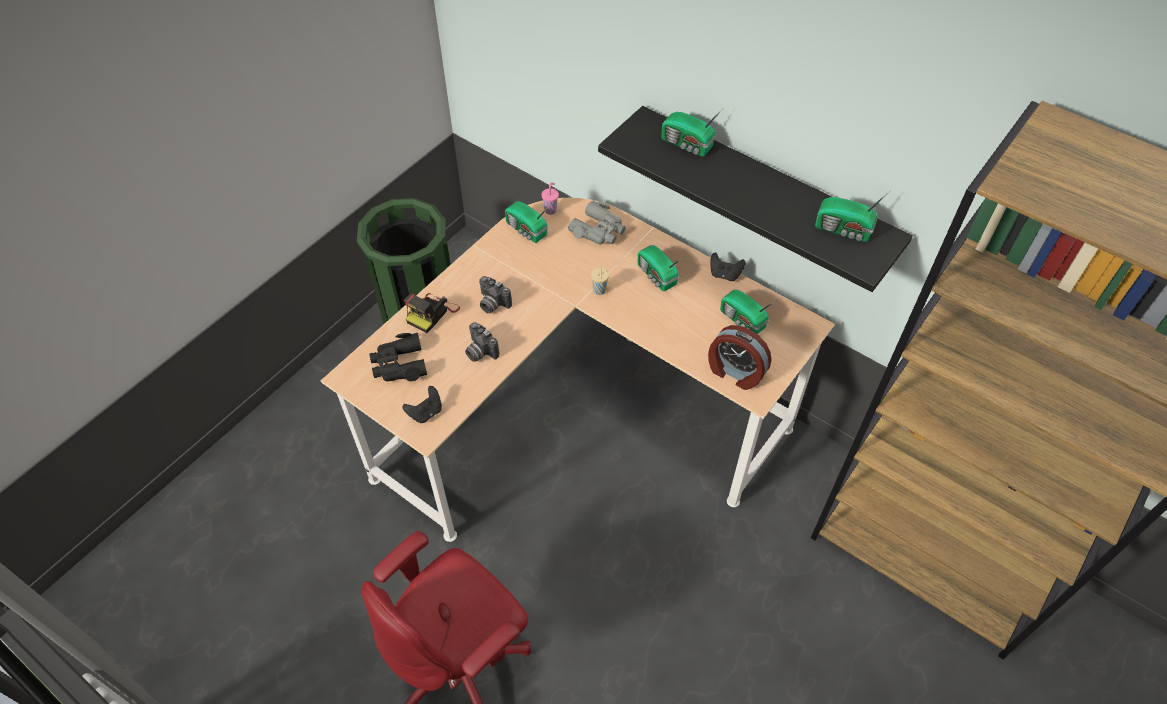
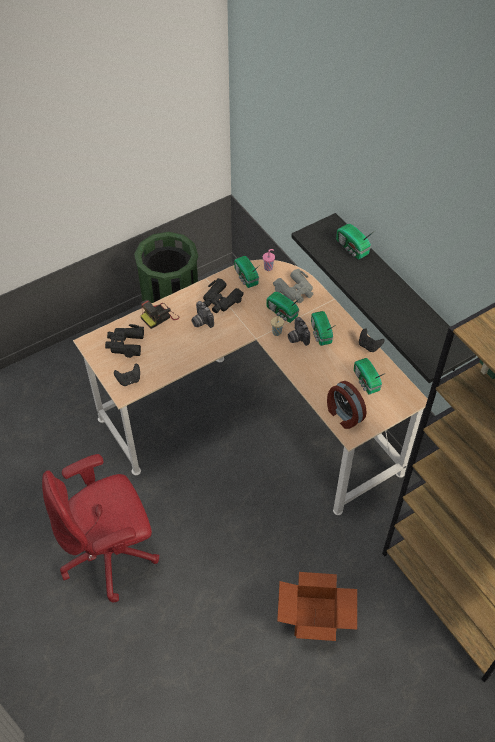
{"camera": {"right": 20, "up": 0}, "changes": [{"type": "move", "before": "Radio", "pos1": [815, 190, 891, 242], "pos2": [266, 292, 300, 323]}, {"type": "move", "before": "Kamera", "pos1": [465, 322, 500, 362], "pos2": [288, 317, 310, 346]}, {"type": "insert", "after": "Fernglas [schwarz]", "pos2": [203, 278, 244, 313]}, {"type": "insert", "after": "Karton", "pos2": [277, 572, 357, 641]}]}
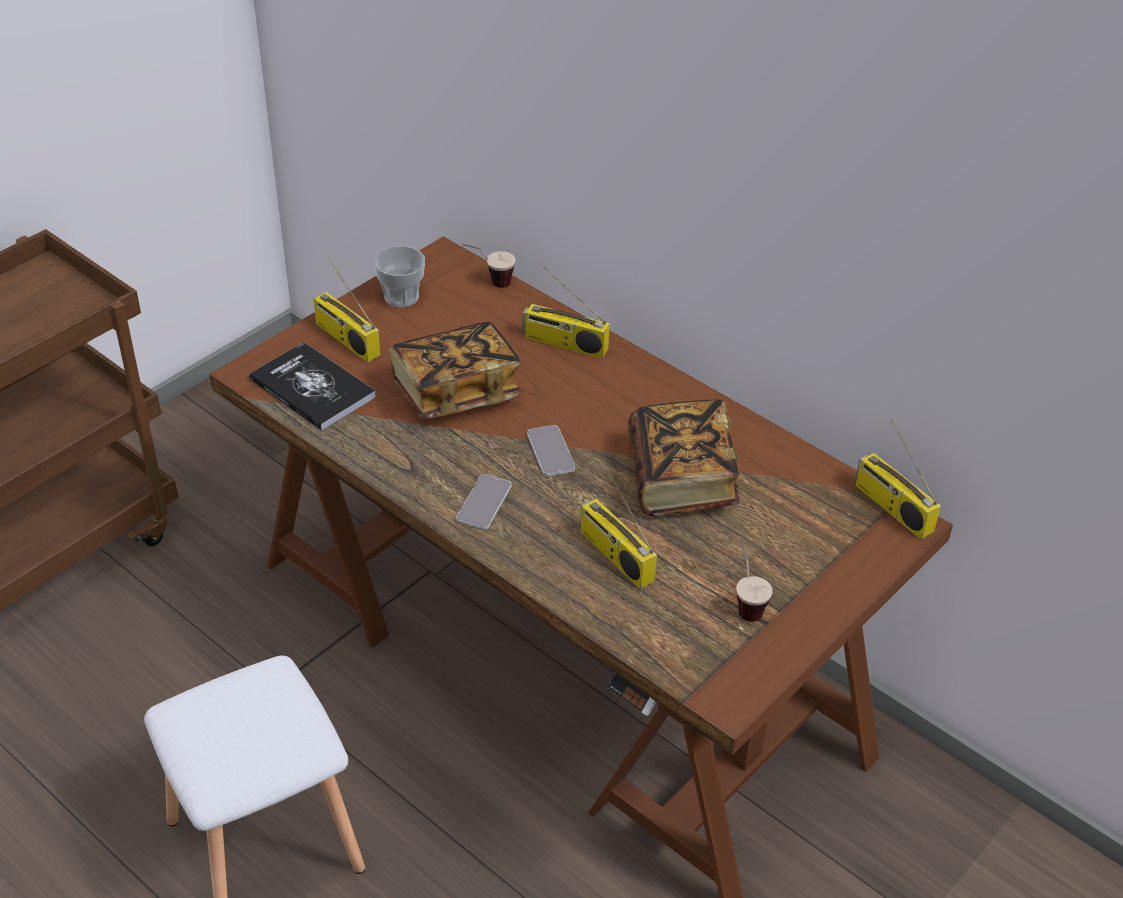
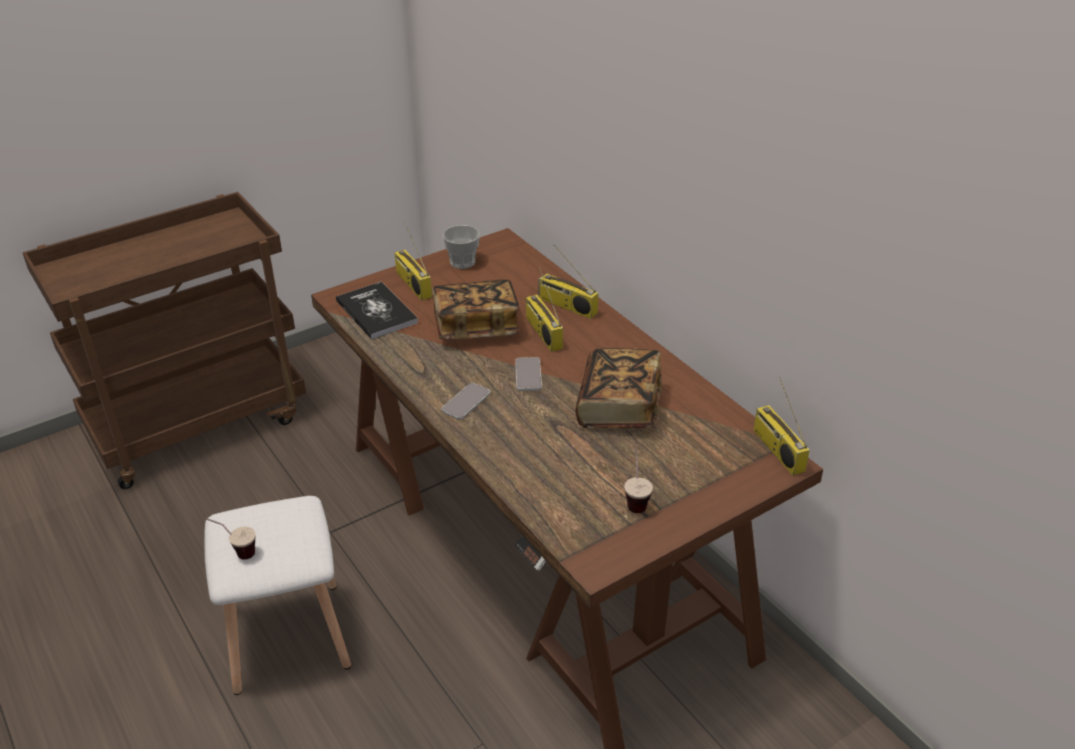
{"camera": {"right": 15, "up": -5}, "changes": [{"type": "move", "before": "Tasse", "pos1": [462, 244, 516, 288], "pos2": [206, 518, 255, 560]}, {"type": "move", "before": "Radio", "pos1": [580, 466, 657, 589], "pos2": [526, 267, 563, 352]}]}
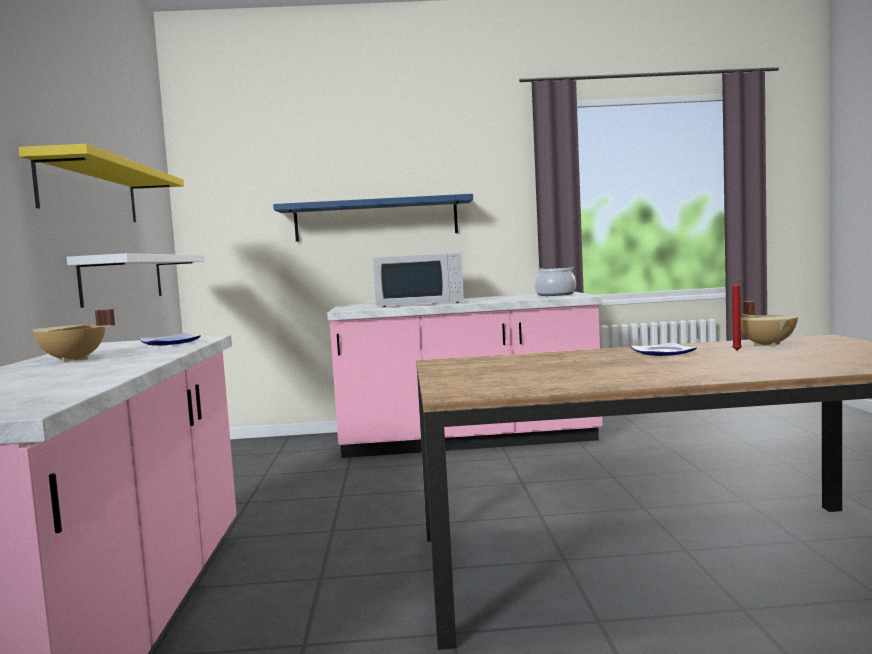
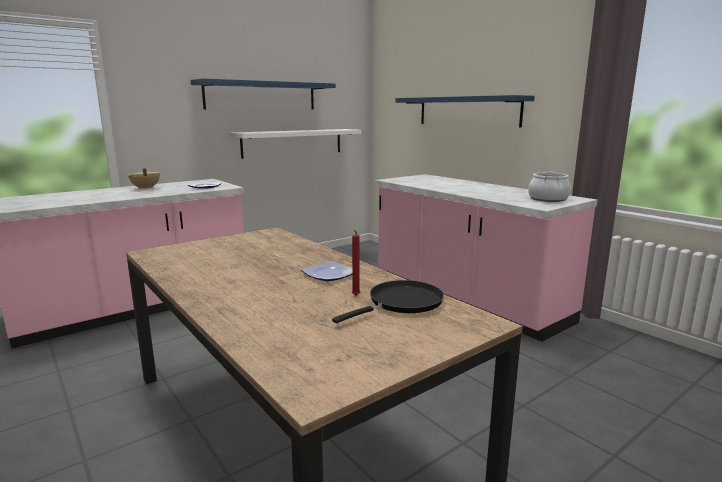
{"camera": {"right": 55, "up": 10}, "changes": [{"type": "recolor", "before": "Wandregal [gelb]", "after": "Wandregal [blau]", "pos1": [18, 144, 184, 222], "pos2": [191, 78, 336, 110]}, {"type": "delete", "before": "Mikrowelle [weiß]", "pos1": [373, 253, 464, 307]}, {"type": "replace", "before": "Kochtopf [beige]", "after": "Pfanne [schwarz]", "pos1": [741, 301, 798, 347], "pos2": [332, 280, 444, 323]}]}
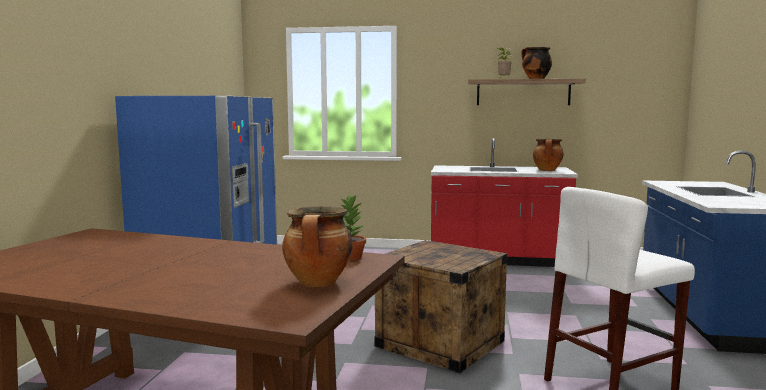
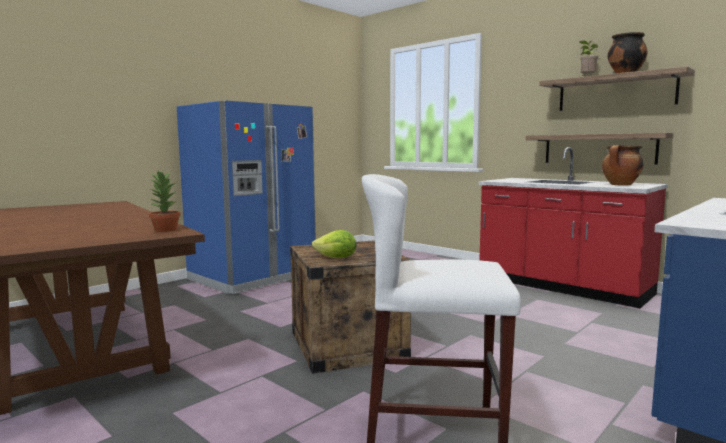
{"camera": {"right": 35, "up": 0}, "changes": [{"type": "delete", "before": "Kochtopf", "pos1": [282, 206, 352, 287]}, {"type": "insert", "after": "Wandregal", "pos2": [526, 133, 674, 165]}, {"type": "insert", "after": "Salatkopf", "pos2": [312, 230, 356, 258]}]}
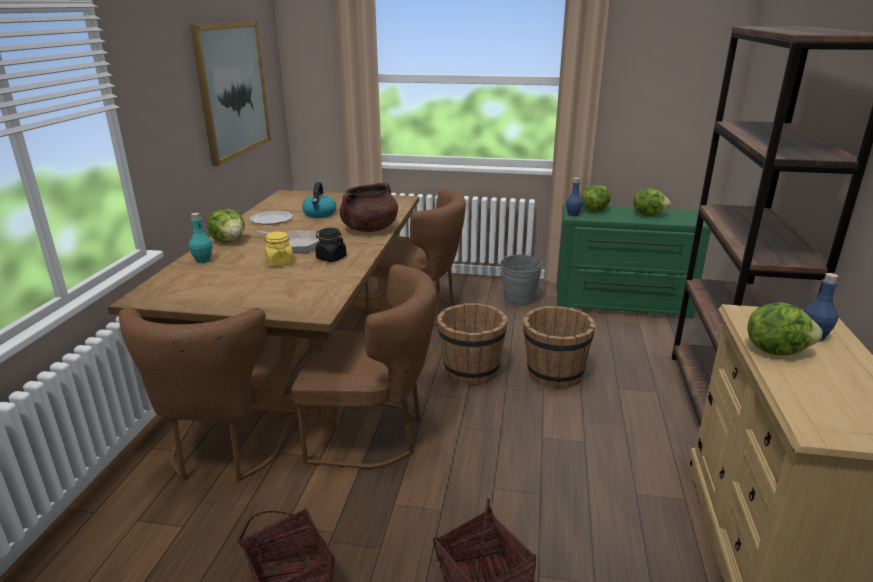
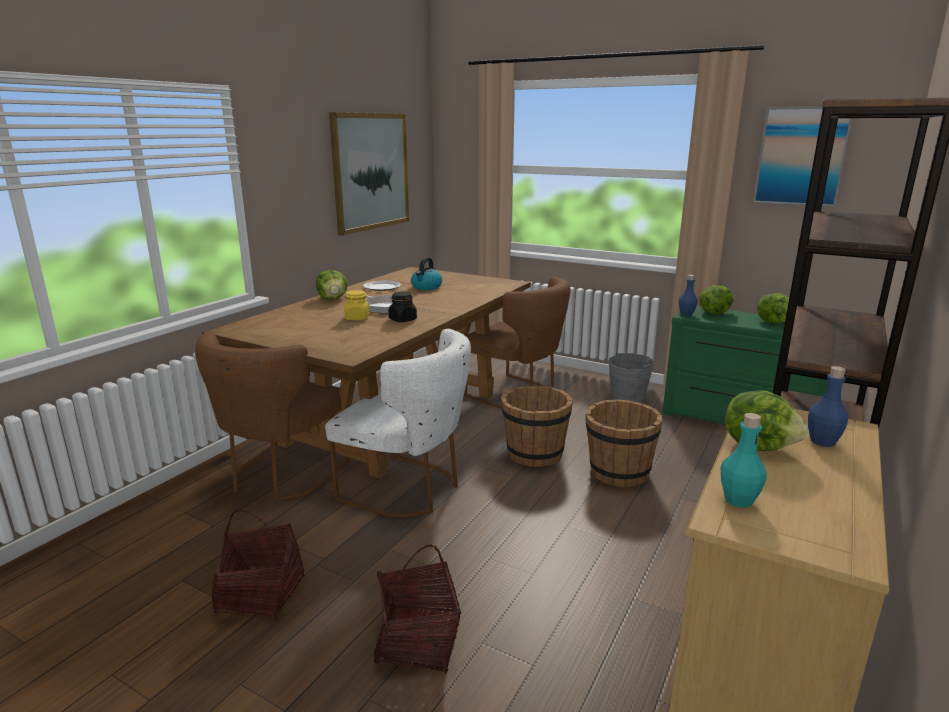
{"camera": {"right": 20, "up": -5}, "changes": [{"type": "delete", "before": "Kochtopf [braun]", "pos1": [340, 182, 398, 232]}, {"type": "move", "before": "Flasche [türkis]", "pos1": [189, 213, 212, 263], "pos2": [720, 413, 767, 508]}, {"type": "recolor", "before": "Stuhl [braun]", "after": "Stuhl [weiß]", "pos1": [292, 264, 437, 469], "pos2": [325, 329, 471, 517]}, {"type": "insert", "after": "Bild", "pos2": [753, 106, 852, 207]}]}
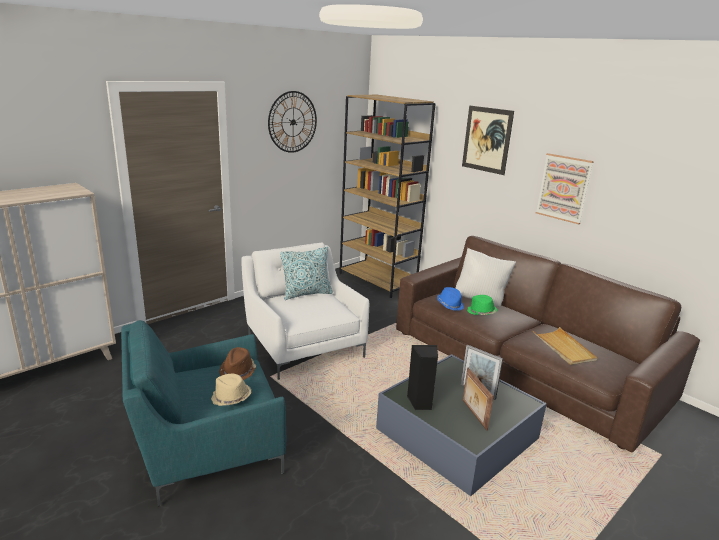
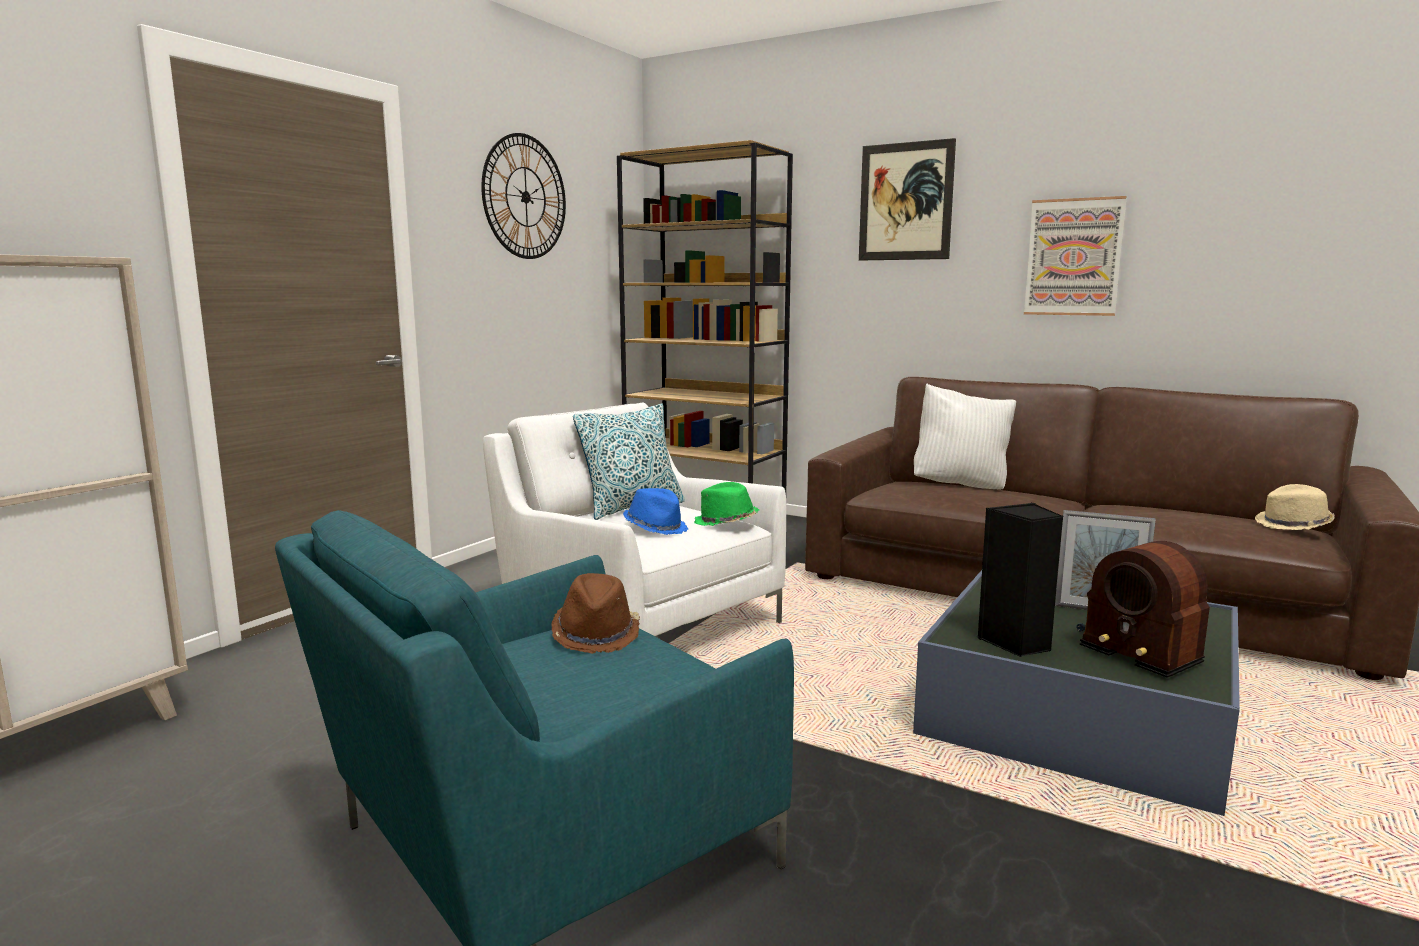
{"camera": {"right": -15, "up": -10}, "changes": [{"type": "move", "before": "Hut [blau]", "pos1": [437, 287, 464, 311], "pos2": [623, 488, 688, 535]}, {"type": "move", "before": "Hut [grün]", "pos1": [467, 295, 497, 315], "pos2": [694, 482, 759, 526]}, {"type": "delete", "before": "Tablett [beige]", "pos1": [533, 327, 597, 365]}, {"type": "replace", "before": "Bilderrahmen", "after": "Radio", "pos1": [463, 368, 494, 431], "pos2": [1076, 541, 1210, 678]}, {"type": "move", "before": "Hut [beige]", "pos1": [211, 374, 251, 406], "pos2": [1255, 484, 1335, 530]}]}
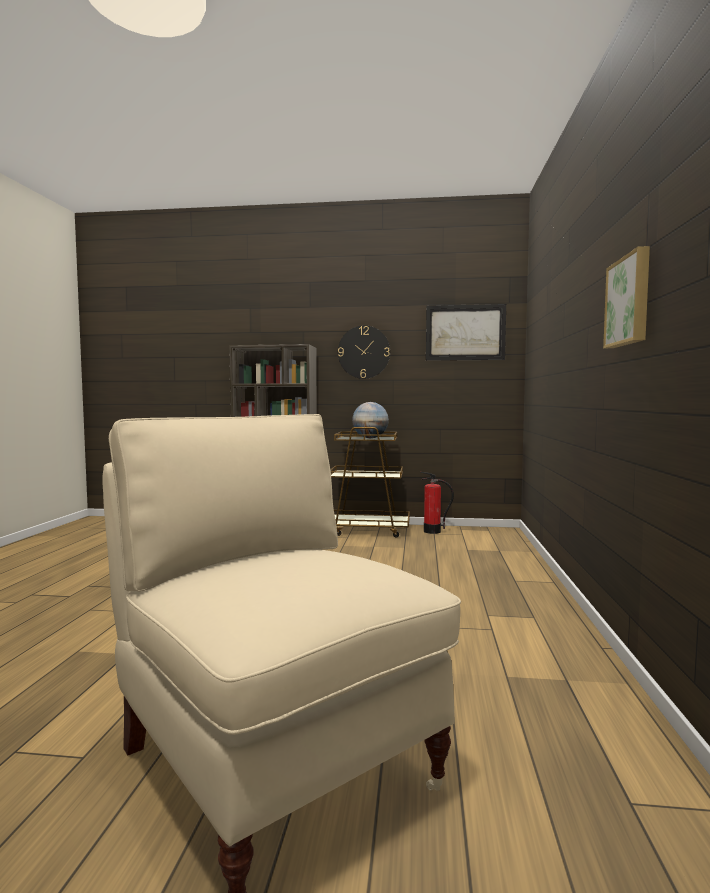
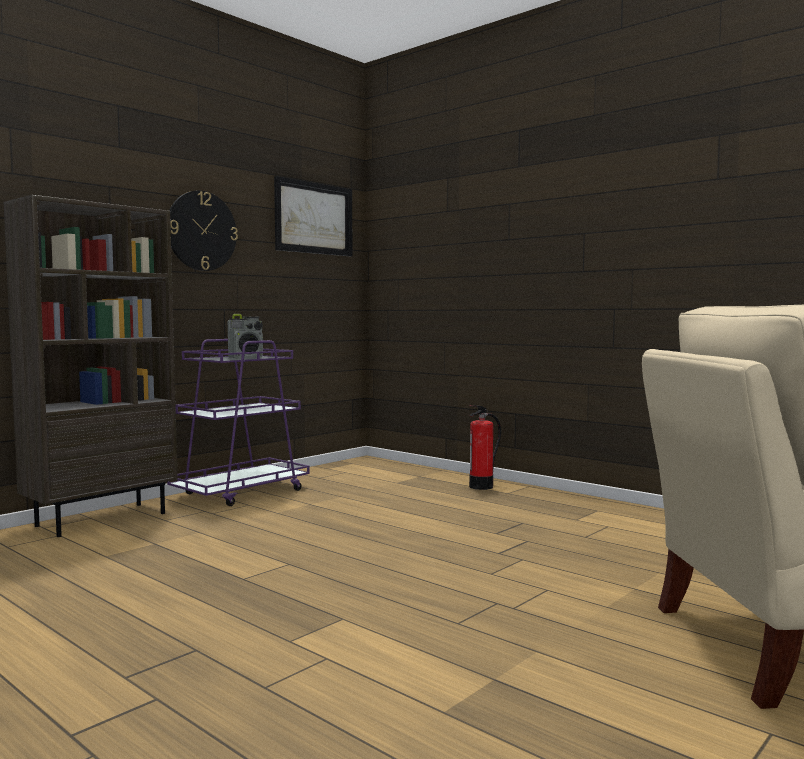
{"camera": {"right": -55, "up": 0}, "changes": [{"type": "delete", "before": "Bild", "pos1": [603, 246, 650, 348]}, {"type": "replace", "before": "Globus", "after": "Radio", "pos1": [352, 402, 389, 438], "pos2": [228, 314, 263, 359]}, {"type": "recolor", "before": "Rollwagen [braun]", "after": "Rollwagen [lila]", "pos1": [330, 427, 410, 538], "pos2": [167, 339, 310, 506]}, {"type": "move", "before": "Feuerlöscher", "pos1": [420, 472, 454, 534], "pos2": [468, 405, 501, 490]}]}
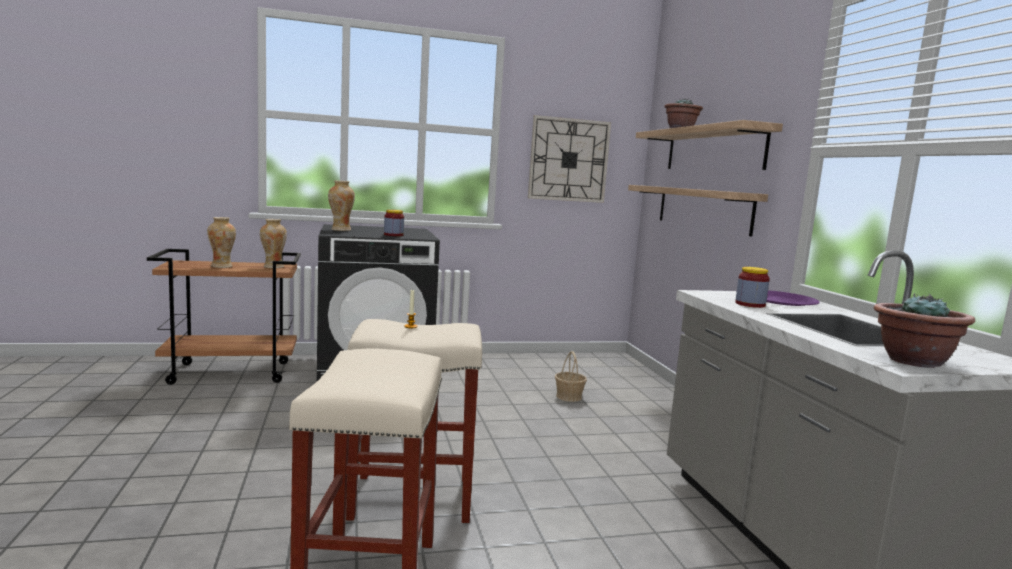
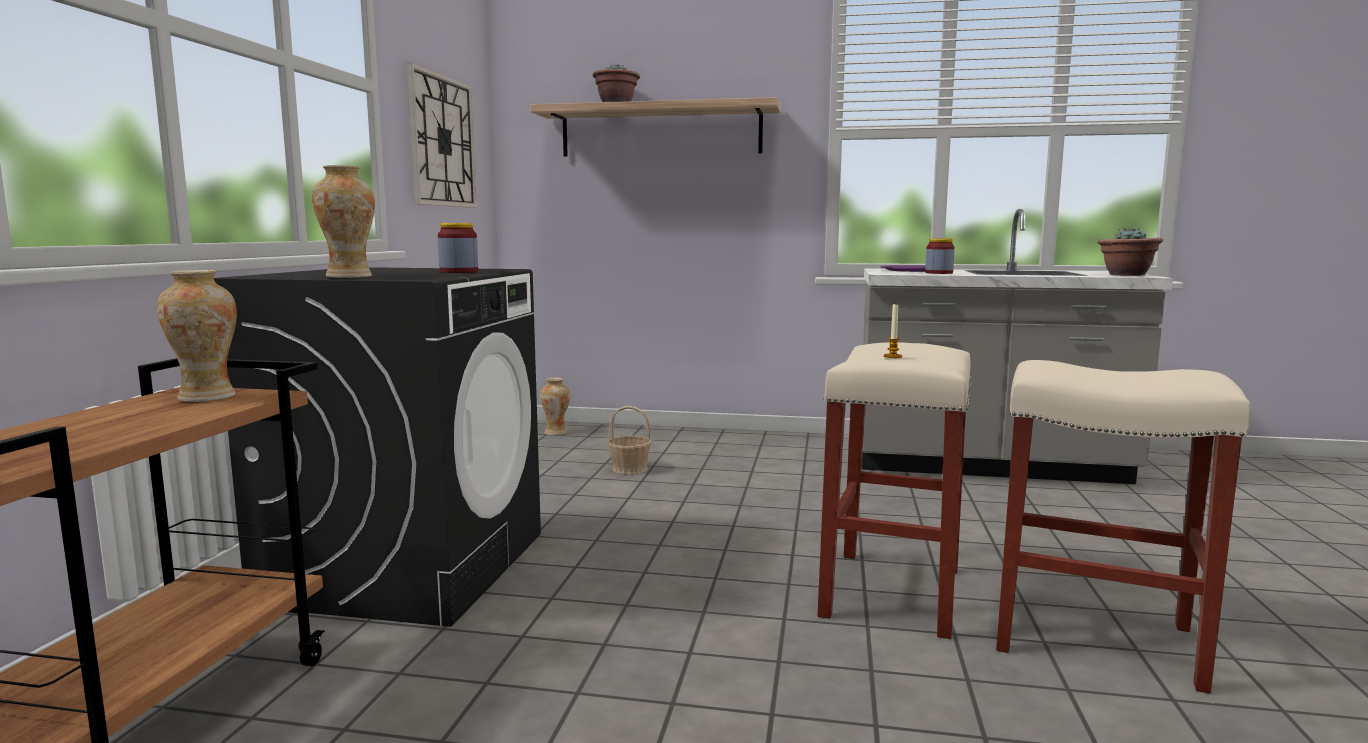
{"camera": {"right": -65, "up": 0}, "changes": [{"type": "delete", "before": "Wandregal", "pos1": [628, 185, 768, 237]}, {"type": "move", "before": "Vase", "pos1": [207, 217, 236, 268], "pos2": [540, 377, 570, 435]}]}
